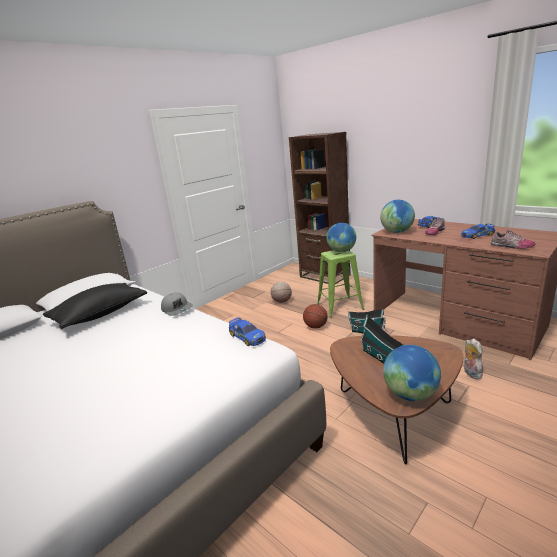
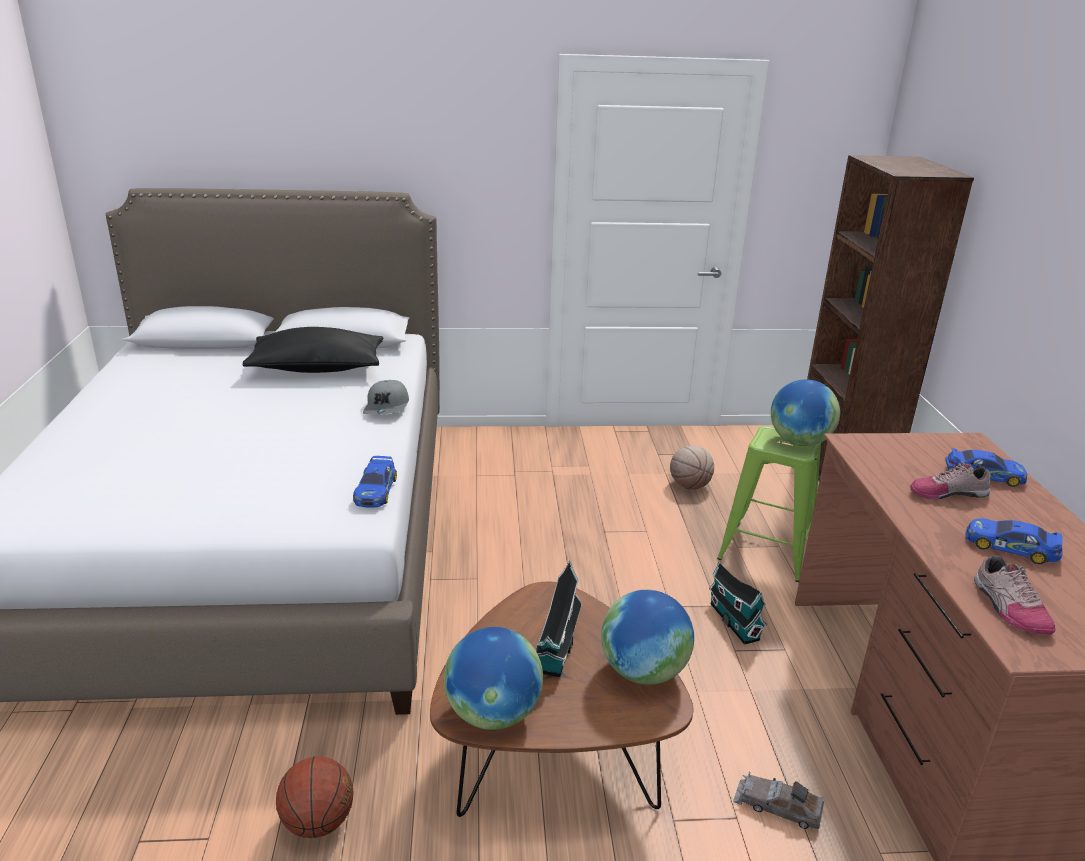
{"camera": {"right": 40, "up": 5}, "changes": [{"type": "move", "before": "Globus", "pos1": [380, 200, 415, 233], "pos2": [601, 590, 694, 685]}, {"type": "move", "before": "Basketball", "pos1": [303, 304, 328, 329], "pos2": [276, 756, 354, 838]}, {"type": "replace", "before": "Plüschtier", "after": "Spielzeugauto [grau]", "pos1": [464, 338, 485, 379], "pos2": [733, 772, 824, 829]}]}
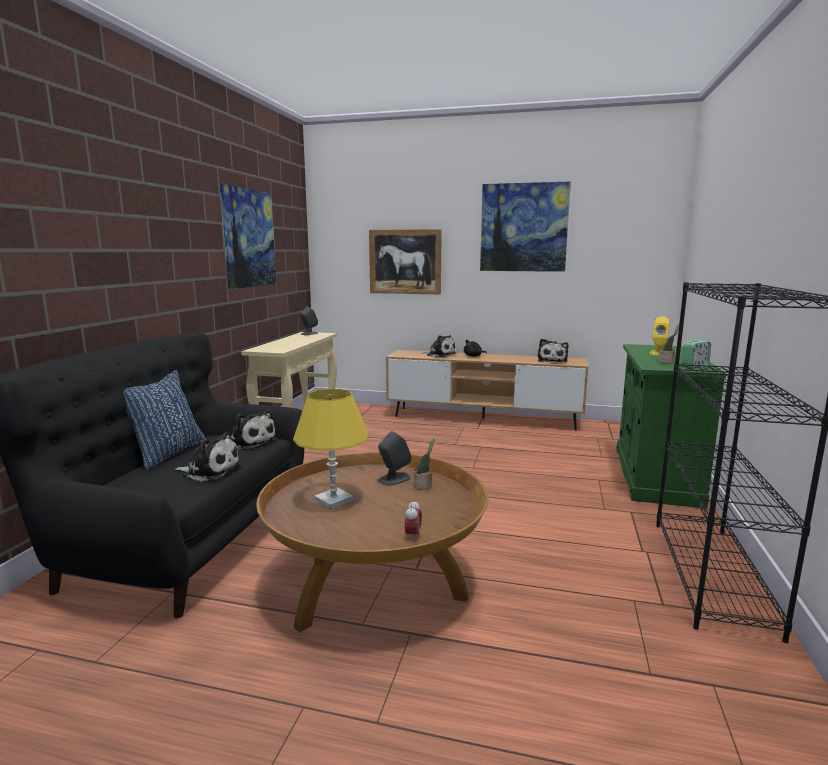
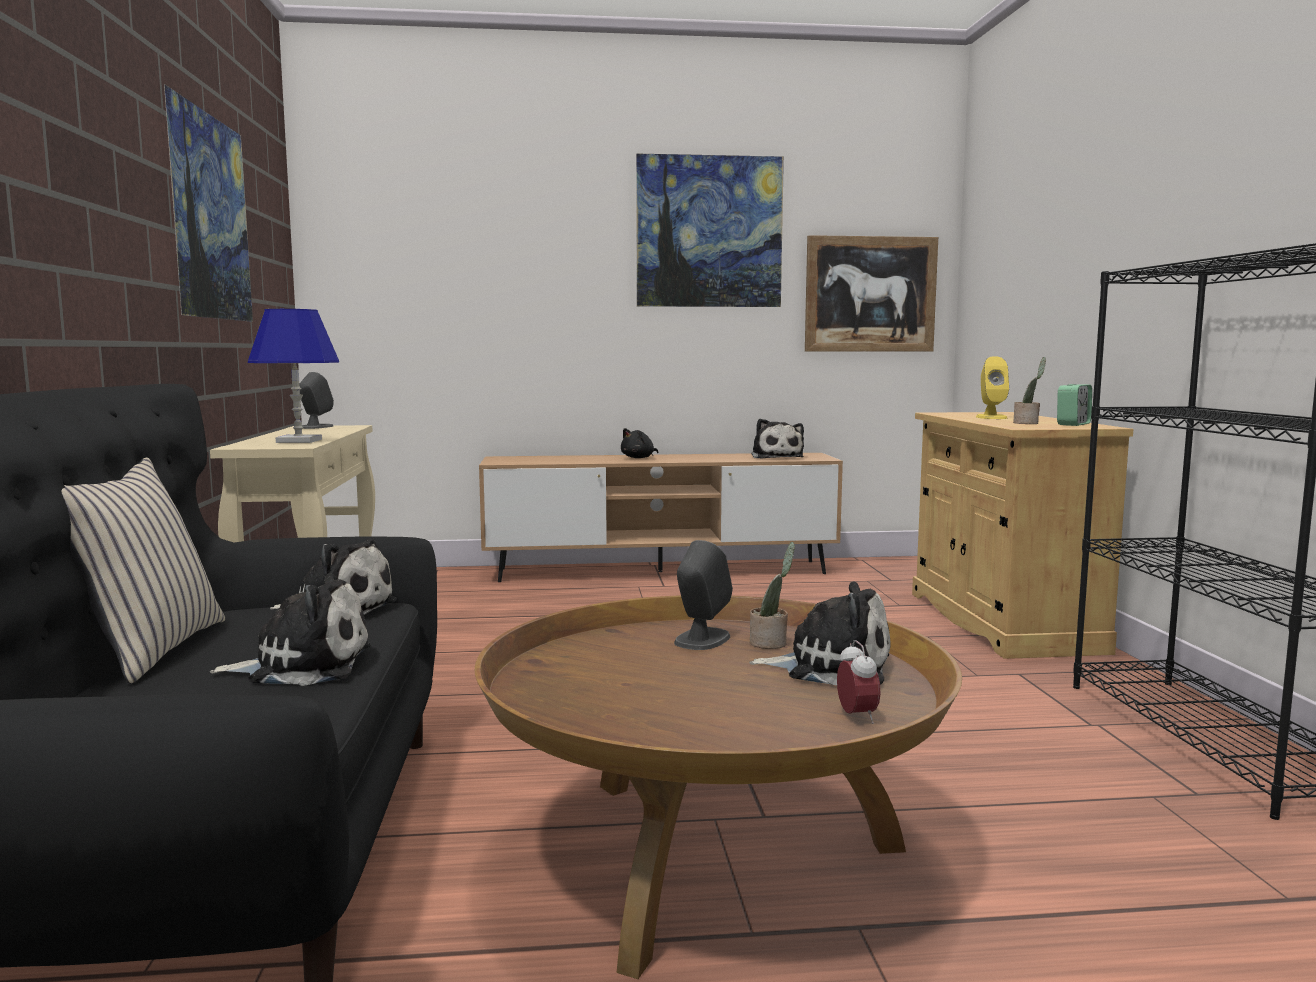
{"camera": {"right": -20, "up": -5}, "changes": [{"type": "move", "before": "Bild", "pos1": [369, 229, 442, 295], "pos2": [805, 235, 938, 352]}, {"type": "move", "before": "Plüschtier", "pos1": [424, 335, 456, 357], "pos2": [749, 582, 890, 686]}, {"type": "recolor", "before": "Schrank [grün]", "after": "Schrank [beige]", "pos1": [616, 344, 726, 509], "pos2": [912, 412, 1133, 659]}, {"type": "recolor", "before": "Kissen [blau]", "after": "Kissen [beige]", "pos1": [123, 370, 206, 470], "pos2": [62, 457, 225, 684]}, {"type": "delete", "before": "Tischlampe [gelb]", "pos1": [293, 389, 369, 509]}, {"type": "insert", "after": "Tischlampe [blau]", "pos2": [248, 309, 339, 443]}]}
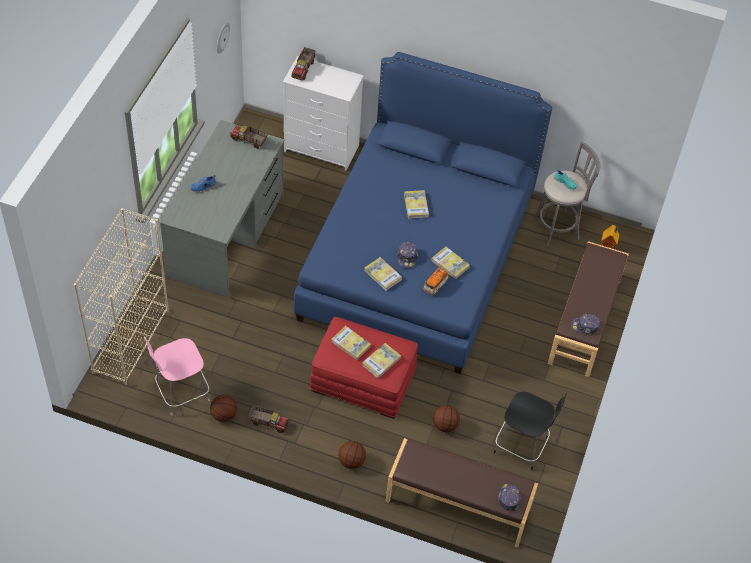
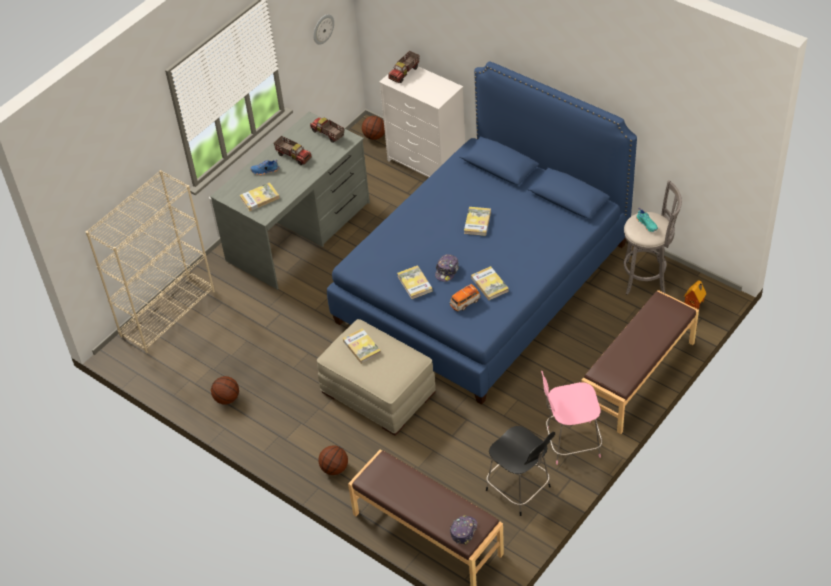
{"camera": {"right": 25, "up": -5}, "changes": [{"type": "delete", "before": "Kappe", "pos1": [571, 314, 600, 334]}, {"type": "recolor", "before": "Polsterhocker [rot]", "after": "Polsterhocker [beige]", "pos1": [310, 317, 418, 419], "pos2": [317, 319, 436, 436]}, {"type": "move", "before": "Stuhl [rosa]", "pos1": [144, 337, 210, 416], "pos2": [541, 371, 602, 465]}, {"type": "move", "before": "Buch", "pos1": [362, 343, 401, 378], "pos2": [240, 182, 280, 211]}, {"type": "move", "before": "Spielzeuglaster", "pos1": [249, 405, 289, 433], "pos2": [273, 136, 312, 165]}, {"type": "move", "before": "Basketball", "pos1": [433, 405, 460, 432], "pos2": [362, 116, 385, 140]}]}
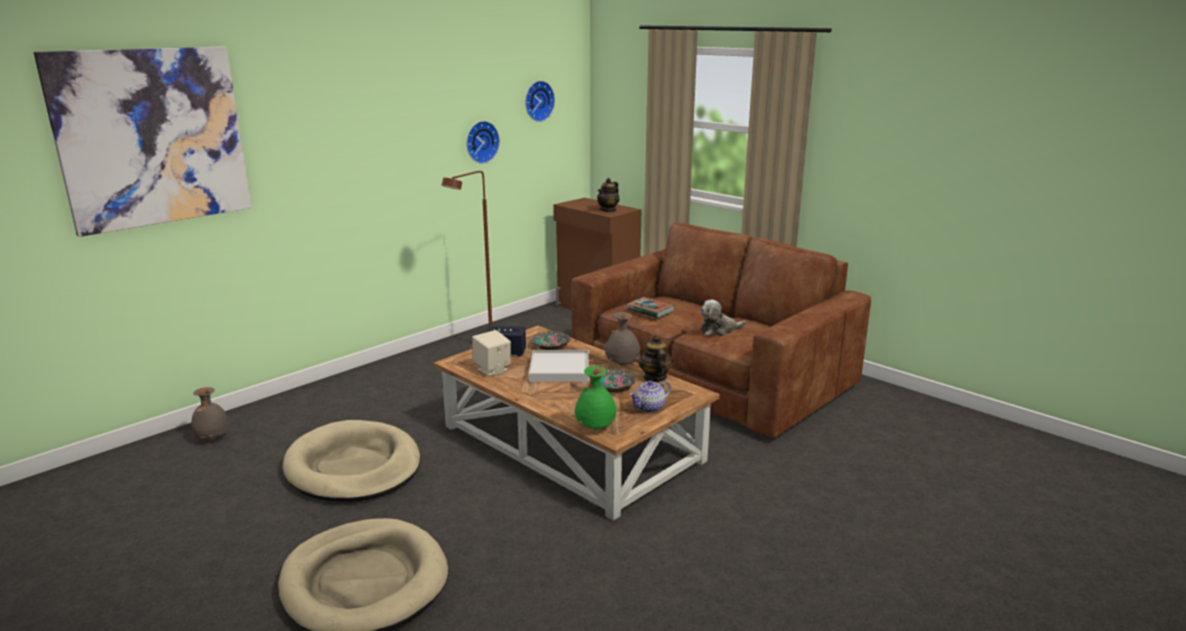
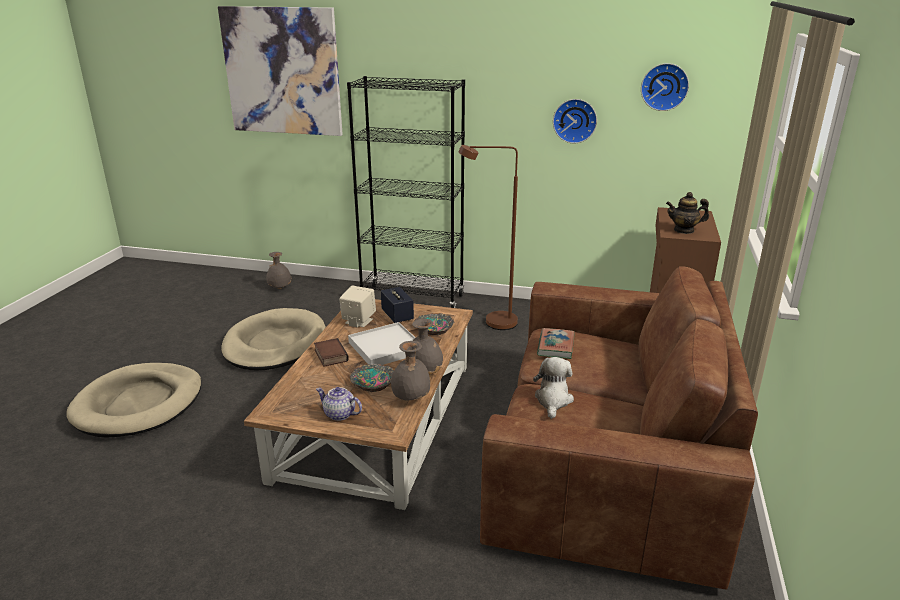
{"camera": {"right": 60, "up": 5}, "changes": [{"type": "rotate", "before": "Plüschtier", "pos1": [700, 300, 746, 336], "pos2": [533, 357, 574, 419], "turn": 60}, {"type": "replace", "before": "Teekanne", "after": "Vase [grau]", "pos1": [639, 335, 673, 382], "pos2": [391, 341, 430, 400]}, {"type": "delete", "before": "Vase [grün]", "pos1": [575, 366, 617, 430]}, {"type": "insert", "after": "Bücherregal [schwarz]", "pos2": [347, 76, 465, 308]}, {"type": "insert", "after": "Buch", "pos2": [314, 338, 349, 367]}]}
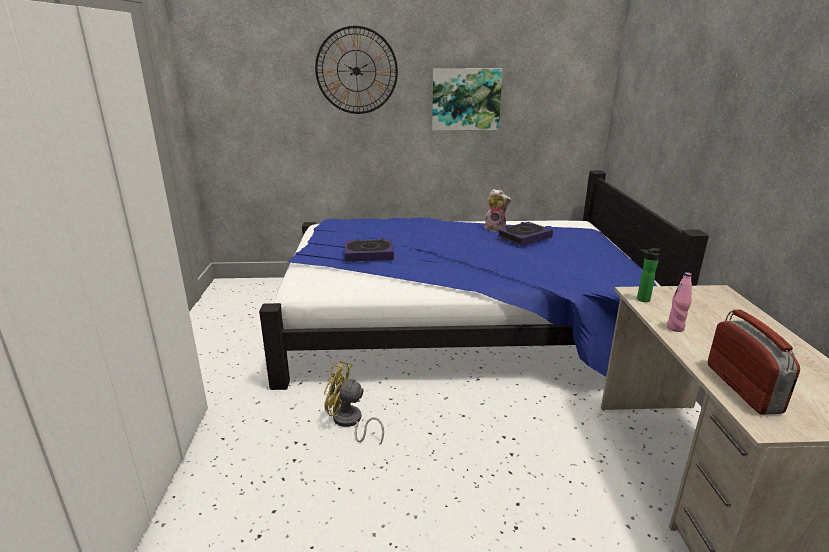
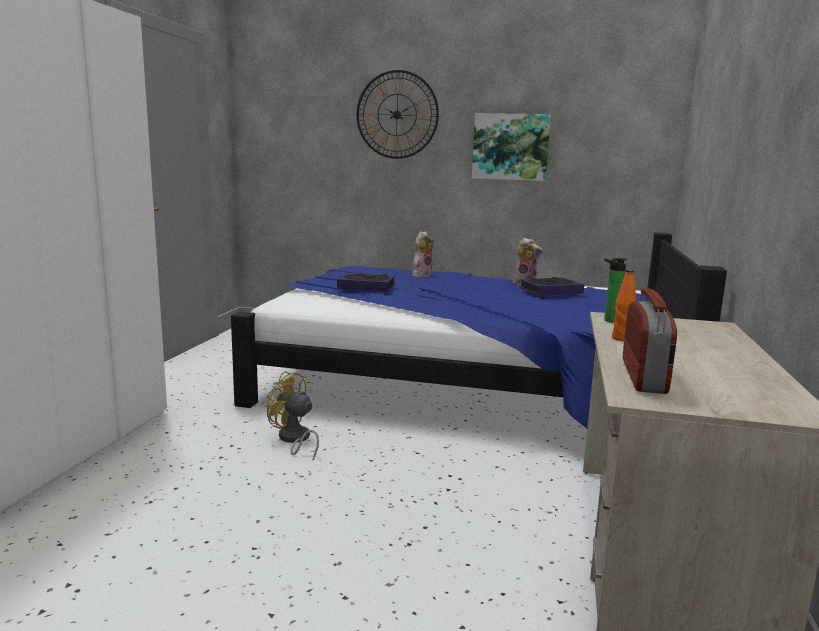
{"camera": {"right": 15, "up": -10}, "changes": [{"type": "recolor", "before": "Flasche [rosa]", "after": "Flasche [orange]", "pos1": [667, 272, 692, 332], "pos2": [612, 269, 636, 341]}, {"type": "insert", "after": "Plüschtier", "pos2": [412, 231, 434, 278]}]}
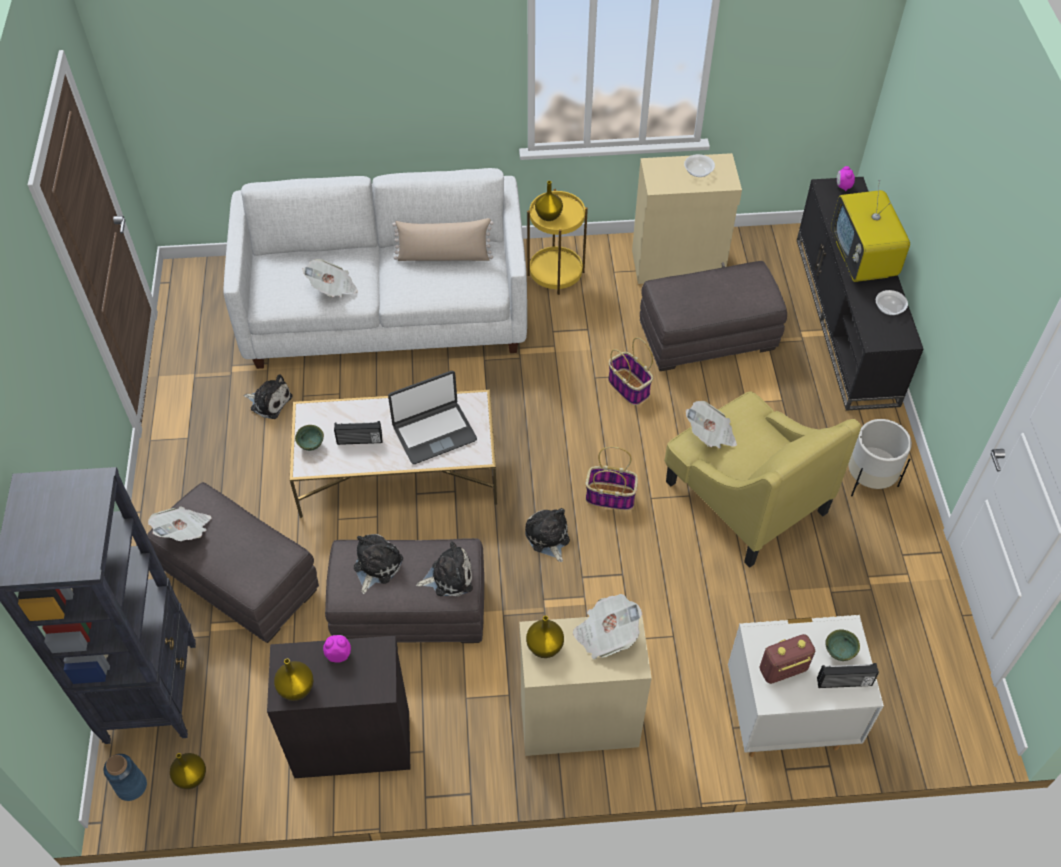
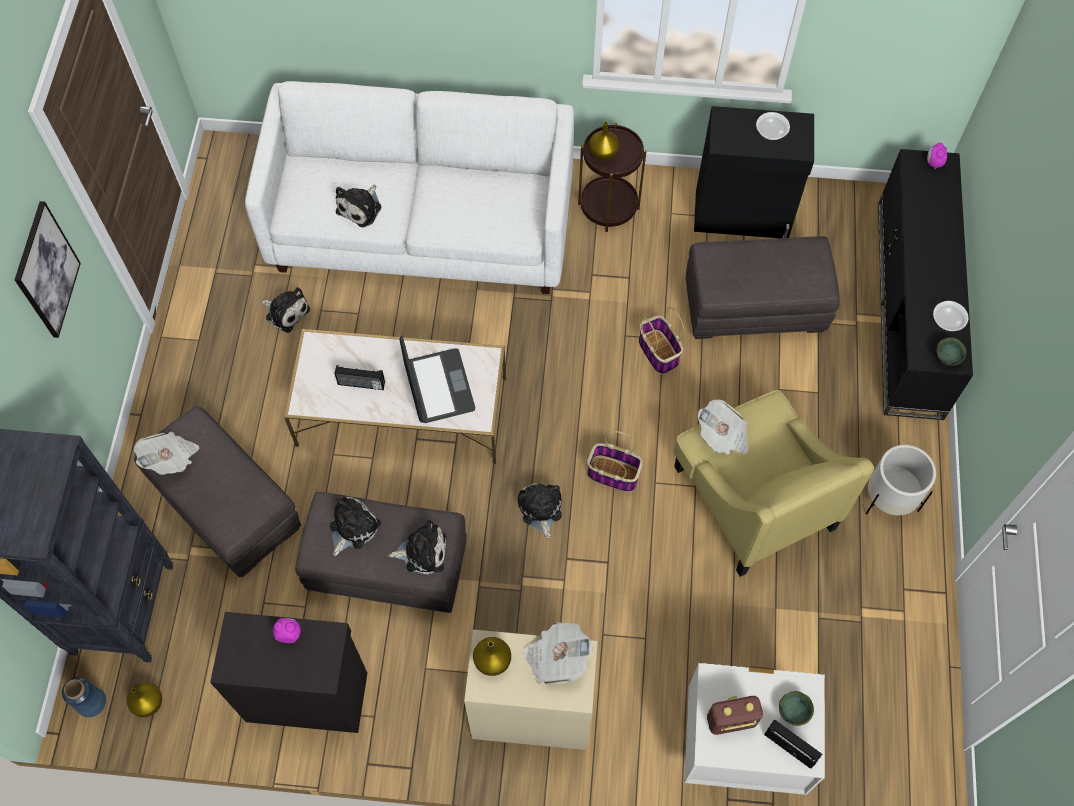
{"camera": {"right": 10, "up": 10}, "changes": [{"type": "recolor", "before": "Schrank [beige]", "after": "Schrank [schwarz]", "pos1": [632, 153, 742, 284], "pos2": [694, 106, 814, 238]}, {"type": "delete", "before": "Fernseher", "pos1": [831, 180, 910, 282]}, {"type": "recolor", "before": "Beistelltisch [gelb]", "after": "Beistelltisch [braun]", "pos1": [527, 189, 588, 295], "pos2": [578, 123, 647, 232]}, {"type": "delete", "before": "Kissen [beige]", "pos1": [392, 218, 494, 261]}, {"type": "replace", "before": "Zeitung", "after": "Plüschtier", "pos1": [302, 259, 358, 297], "pos2": [336, 185, 381, 227]}, {"type": "rotate", "before": "Laptop", "pos1": [388, 371, 477, 464], "pos2": [400, 335, 475, 423], "turn": -90}, {"type": "move", "before": "Schüssel [grün]", "pos1": [295, 425, 324, 451], "pos2": [937, 337, 966, 366]}, {"type": "delete", "before": "Vase [gelb]", "pos1": [274, 659, 314, 701]}, {"type": "rotate", "before": "Radio", "pos1": [817, 663, 879, 688], "pos2": [764, 720, 822, 769], "turn": -150}, {"type": "insert", "after": "Bild", "pos2": [15, 201, 81, 338]}]}
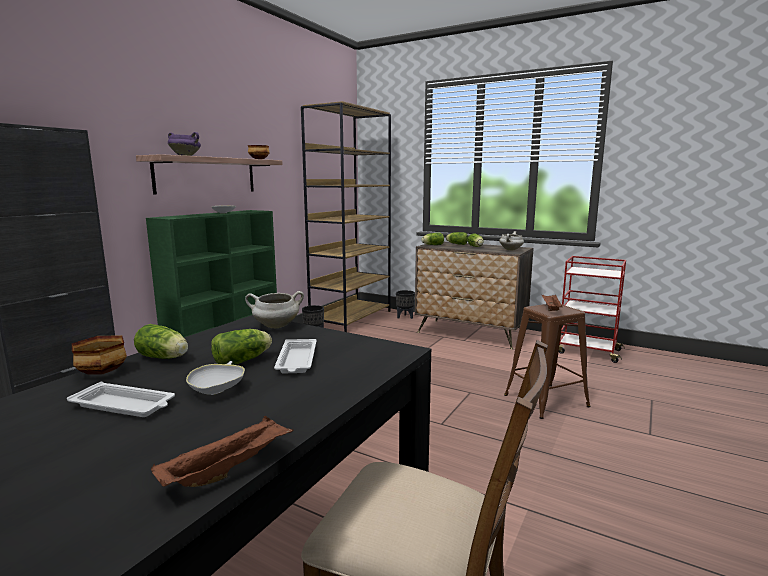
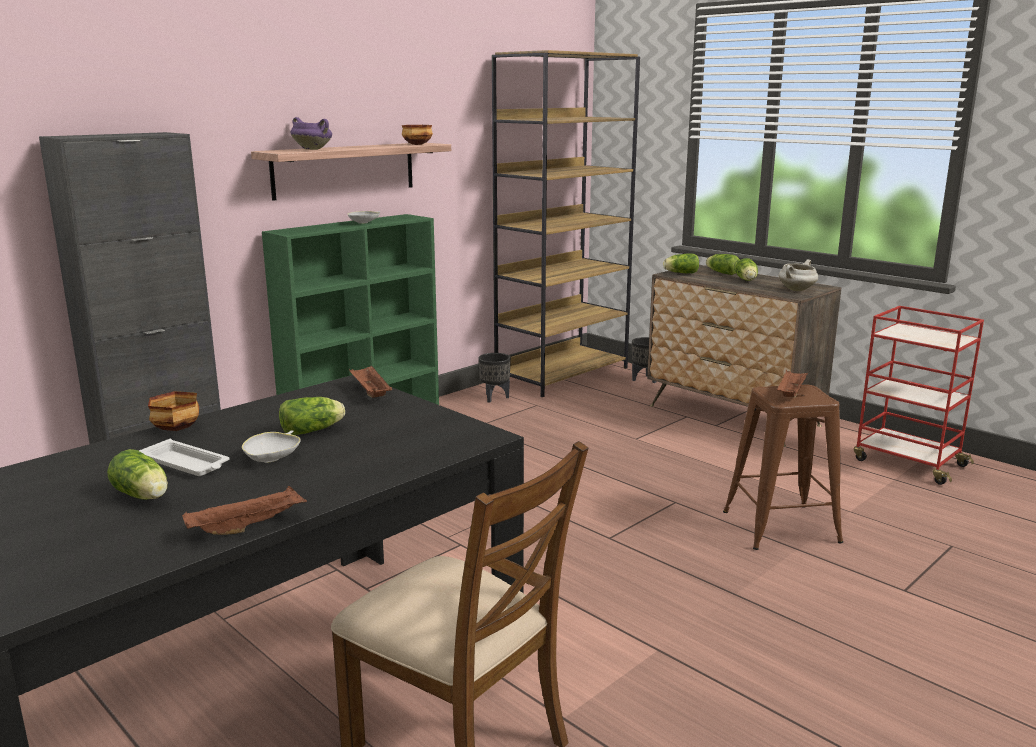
{"camera": {"right": 15, "up": 5}, "changes": [{"type": "replace", "before": "Kochtopf [weiß]", "after": "Tablett [braun]", "pos1": [245, 291, 304, 328], "pos2": [349, 365, 392, 398]}, {"type": "move", "before": "Salatkopf", "pos1": [134, 324, 188, 359], "pos2": [107, 449, 168, 500]}, {"type": "delete", "before": "Tablett [weiß]", "pos1": [274, 339, 316, 373]}]}
